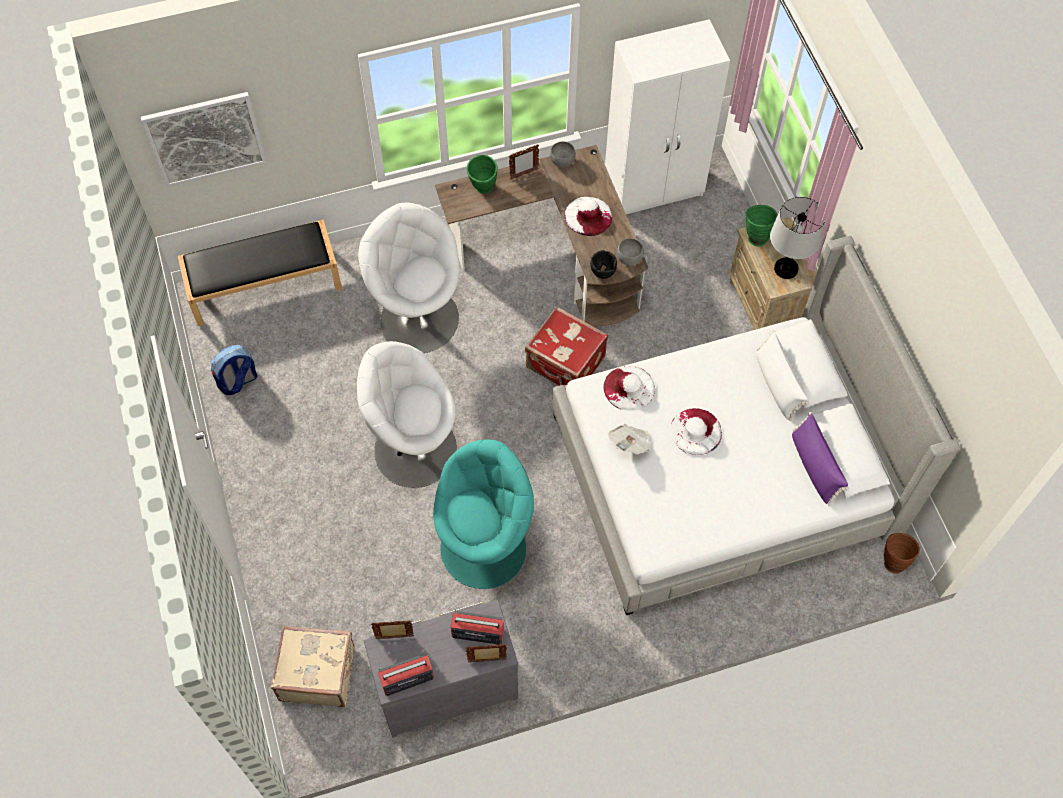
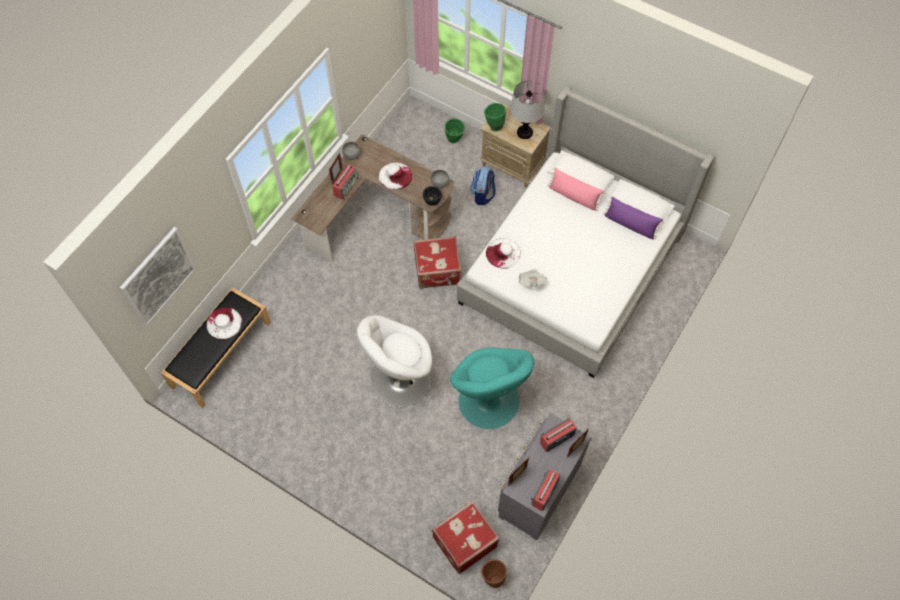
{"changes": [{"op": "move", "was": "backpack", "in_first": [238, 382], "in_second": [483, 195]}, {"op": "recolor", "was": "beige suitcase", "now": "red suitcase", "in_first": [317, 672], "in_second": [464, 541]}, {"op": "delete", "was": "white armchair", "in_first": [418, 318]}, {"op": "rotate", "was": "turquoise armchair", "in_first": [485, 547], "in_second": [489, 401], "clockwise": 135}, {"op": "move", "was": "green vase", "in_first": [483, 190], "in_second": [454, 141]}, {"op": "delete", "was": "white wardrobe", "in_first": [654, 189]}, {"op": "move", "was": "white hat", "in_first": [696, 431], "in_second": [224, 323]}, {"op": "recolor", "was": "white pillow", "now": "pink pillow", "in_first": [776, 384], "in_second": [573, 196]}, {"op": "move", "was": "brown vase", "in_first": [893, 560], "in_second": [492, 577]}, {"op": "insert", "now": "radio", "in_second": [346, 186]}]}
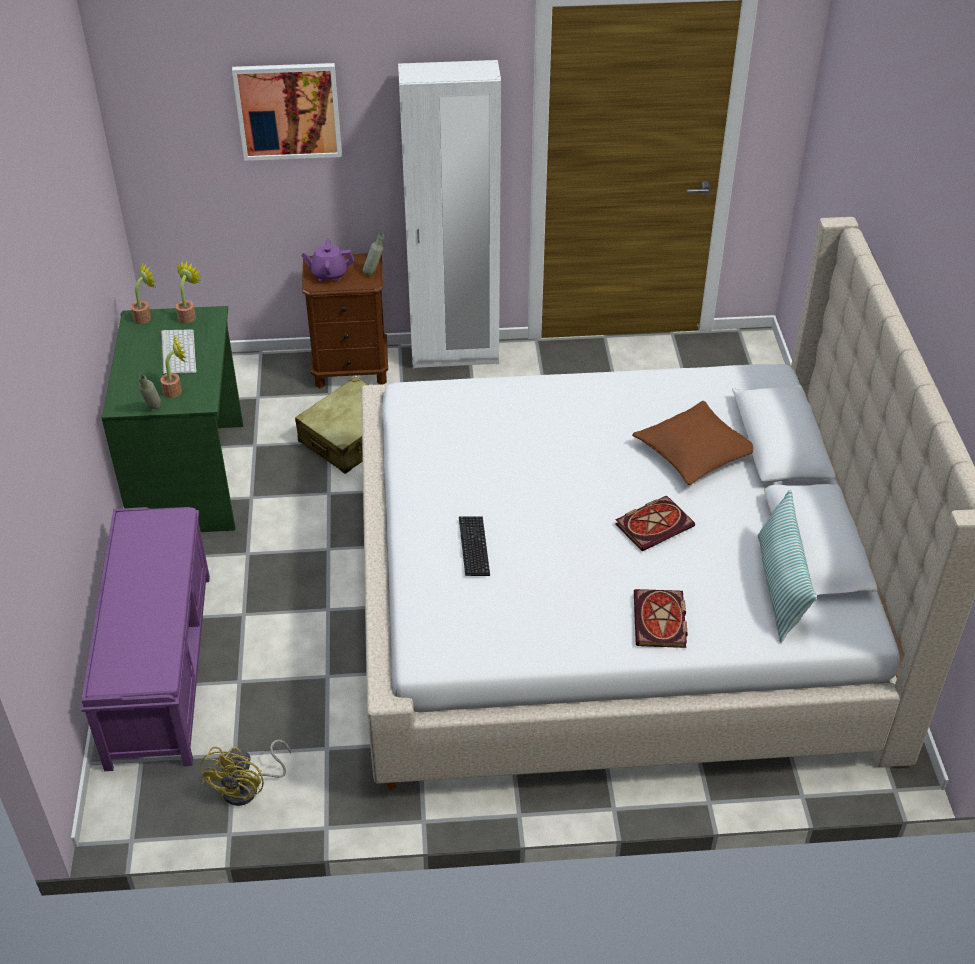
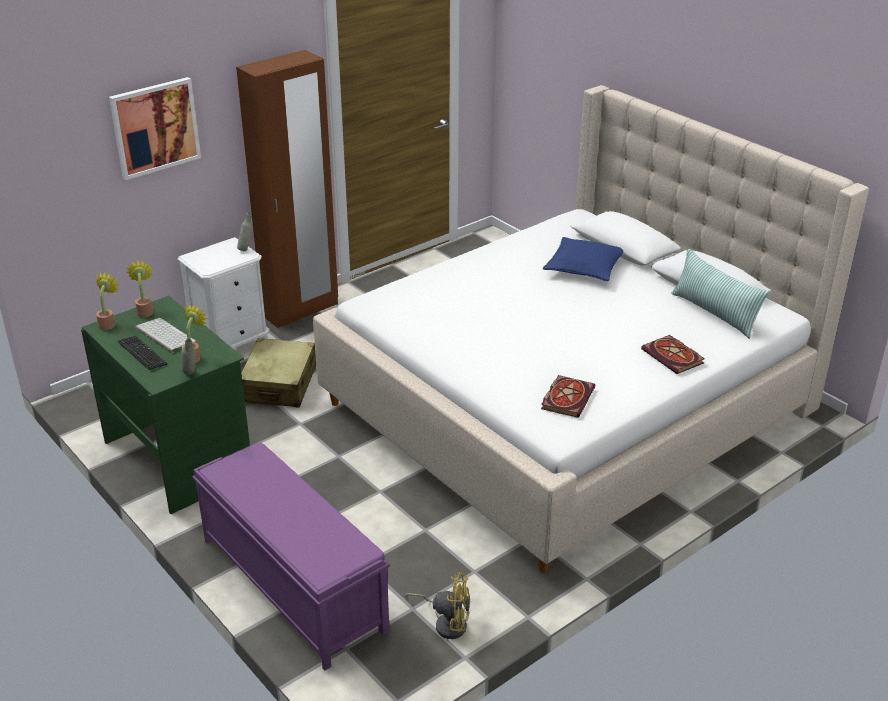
{"changes": [{"op": "rotate", "was": "yellow fan", "in_first": [248, 788], "in_second": [446, 623], "clockwise": -60}, {"op": "delete", "was": "purple teapot", "in_first": [329, 274]}, {"op": "recolor", "was": "brown nightstand", "now": "white nightstand", "in_first": [351, 369], "in_second": [232, 345]}, {"op": "recolor", "was": "white wardrobe", "now": "brown wardrobe", "in_first": [455, 356], "in_second": [301, 310]}, {"op": "move", "was": "keyboard", "in_first": [474, 547], "in_second": [142, 354]}, {"op": "move", "was": "book", "in_first": [655, 524], "in_second": [567, 397]}, {"op": "recolor", "was": "brown pillow", "now": "blue pillow", "in_first": [694, 452], "in_second": [584, 268]}]}
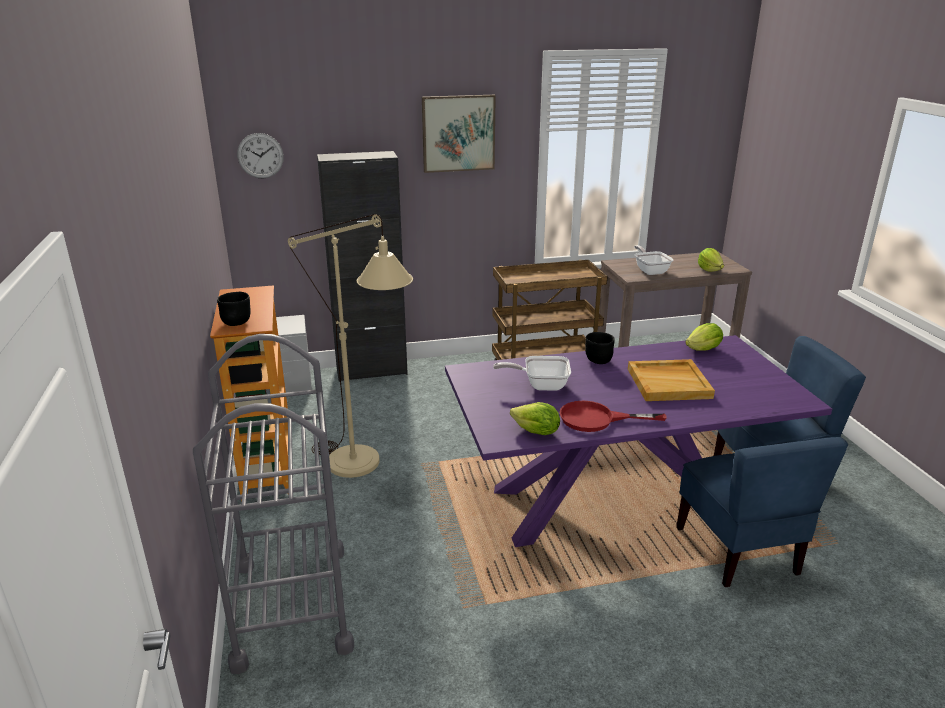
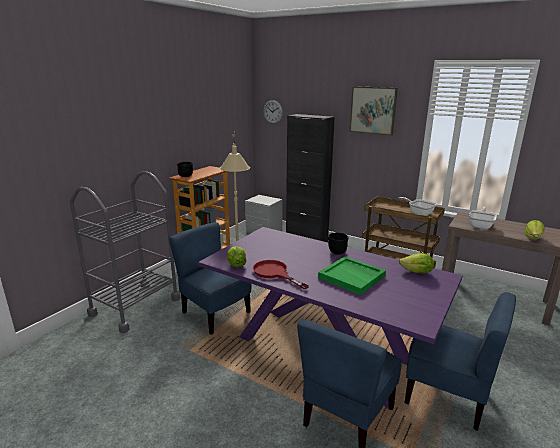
{"changes": [{"op": "move", "was": "frying pan", "in_first": [540, 385], "in_second": [418, 213]}, {"op": "recolor", "was": "beige tray", "now": "green tray", "in_first": [669, 383], "in_second": [352, 277]}, {"op": "insert", "now": "blue chair", "in_second": [215, 313]}]}
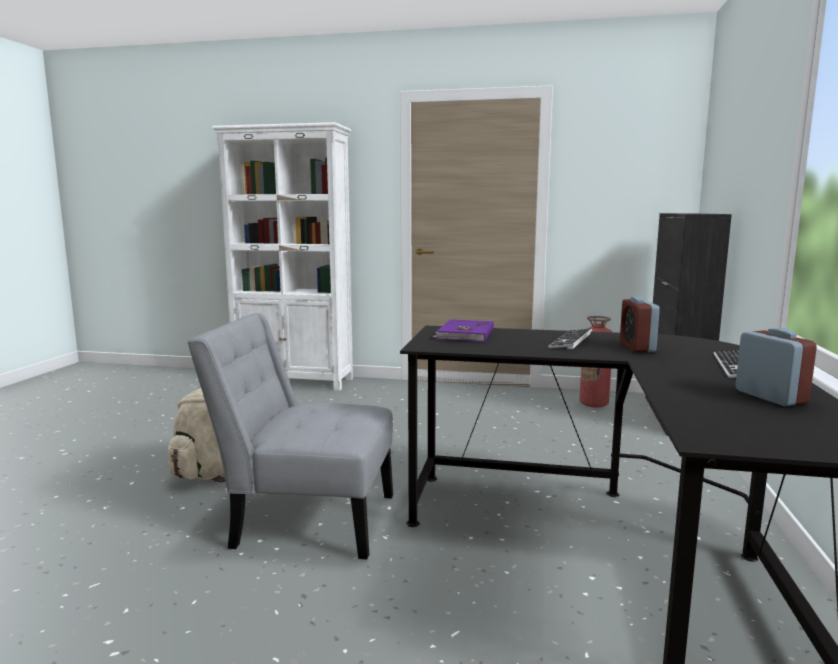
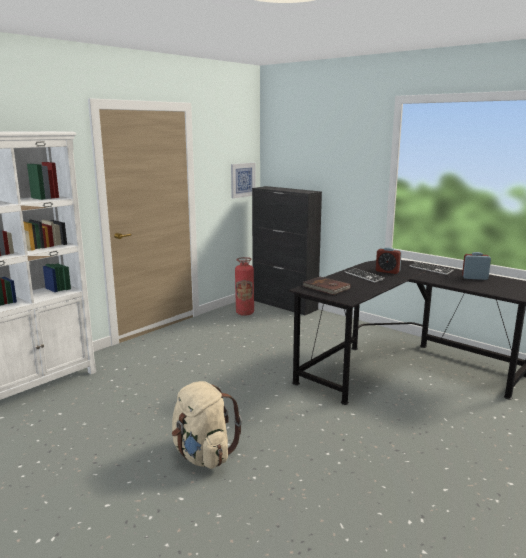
{"changes": [{"op": "delete", "was": "grey chair", "in_first": [306, 519]}, {"op": "recolor", "was": "purple book", "now": "brown book", "in_first": [464, 334], "in_second": [326, 288]}, {"op": "insert", "now": "picture", "in_second": [242, 180]}]}
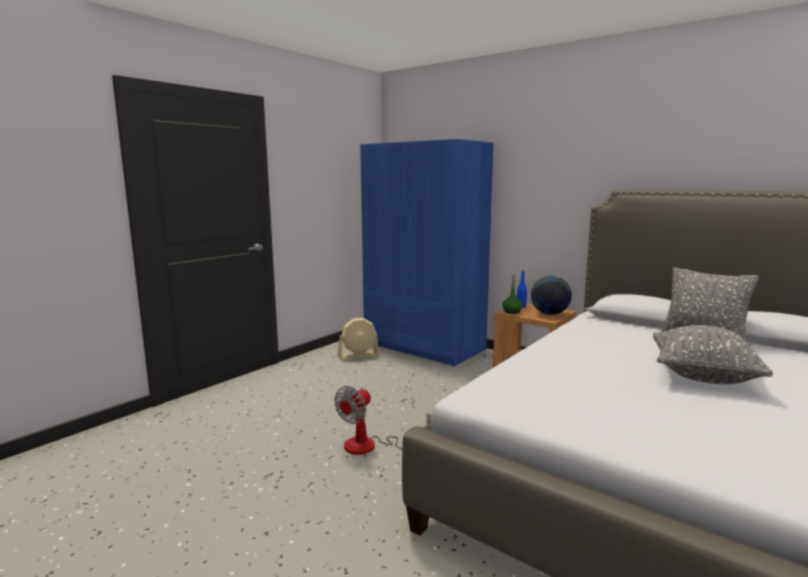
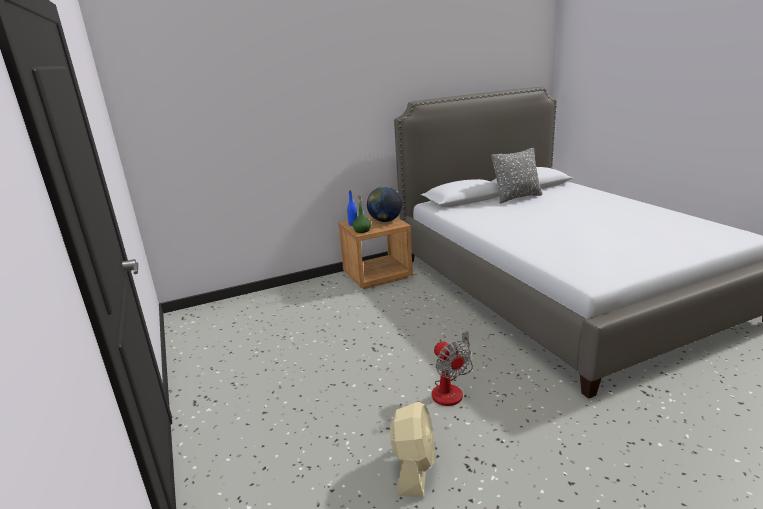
{"changes": [{"op": "move", "was": "beige fan", "in_first": [358, 356], "in_second": [414, 467]}, {"op": "delete", "was": "blue wardrobe", "in_first": [424, 346]}, {"op": "delete", "was": "grey pillow", "in_first": [702, 376]}]}
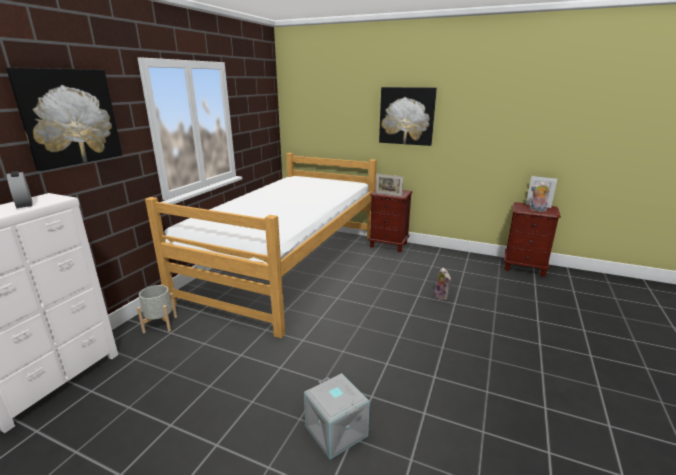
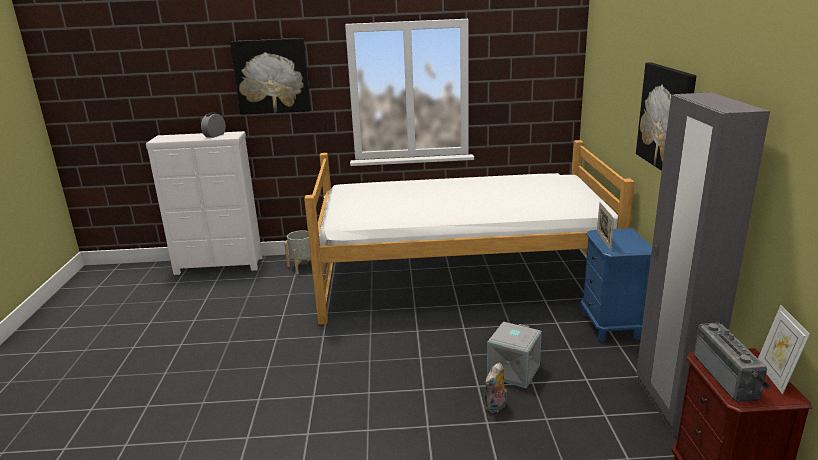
{"changes": [{"op": "move", "was": "grey storage box", "in_first": [335, 431], "in_second": [512, 370]}, {"op": "recolor", "was": "brown nightstand", "now": "blue nightstand", "in_first": [388, 245], "in_second": [610, 326]}, {"op": "replace", "was": "plush toy", "now": "radio", "in_first": [537, 210], "in_second": [729, 377]}, {"op": "insert", "now": "grey wardrobe", "in_second": [669, 406]}]}
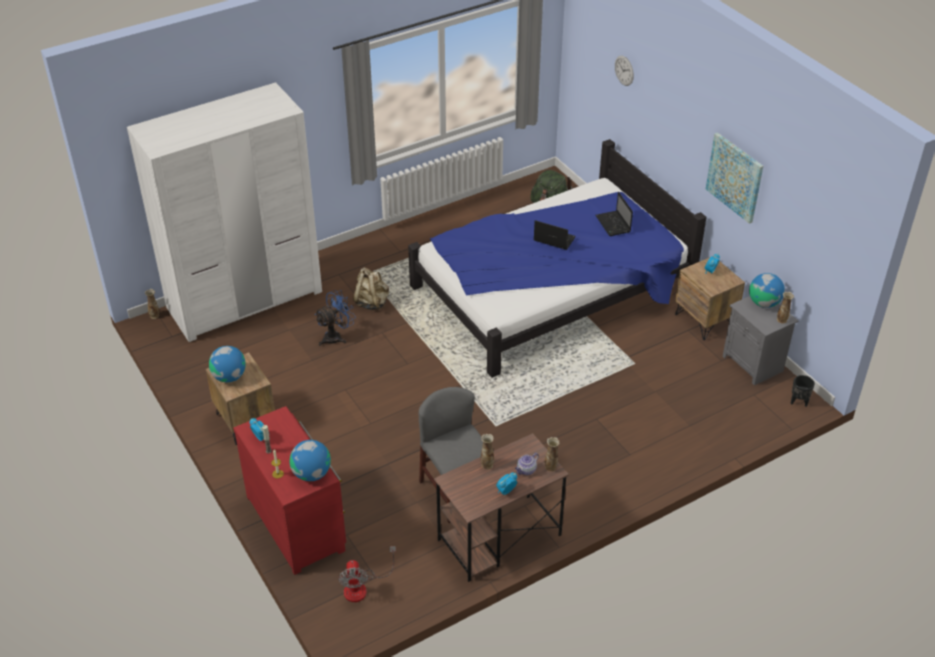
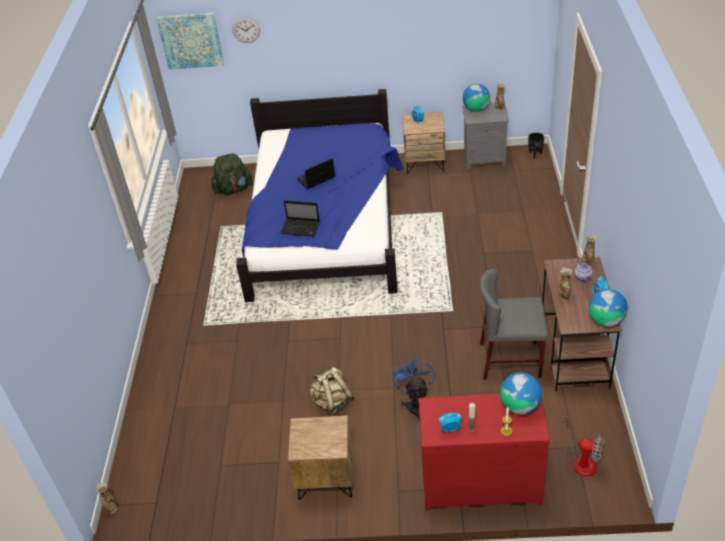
{"changes": [{"op": "delete", "was": "white wardrobe", "in_first": [245, 300]}, {"op": "move", "was": "globe", "in_first": [229, 376], "in_second": [606, 320]}, {"op": "move", "was": "blue fan", "in_first": [336, 336], "in_second": [416, 404]}, {"op": "move", "was": "beige backpack", "in_first": [372, 302], "in_second": [332, 402]}, {"op": "move", "was": "laptop", "in_first": [613, 224], "in_second": [301, 228]}, {"op": "move", "was": "picture", "in_first": [735, 177], "in_second": [191, 40]}]}
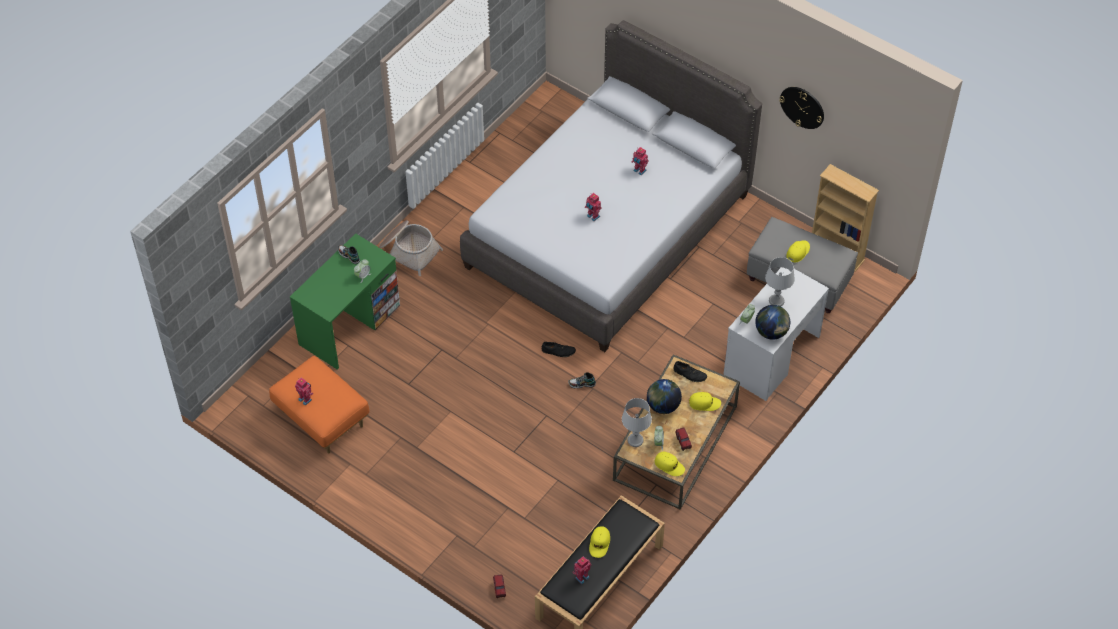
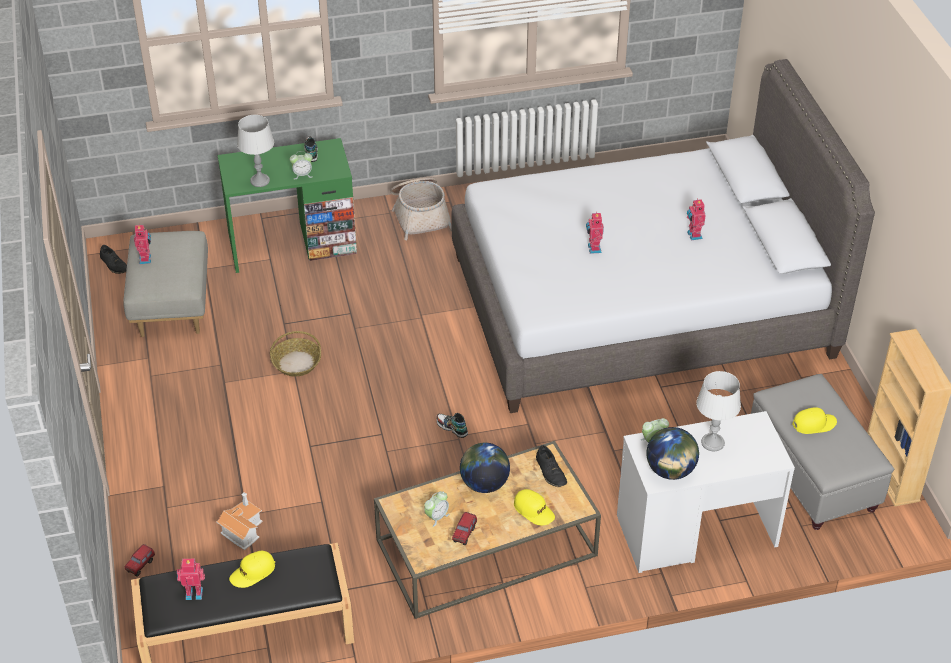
{"changes": [{"op": "recolor", "was": "orange ottoman", "now": "grey ottoman", "in_first": [321, 419], "in_second": [171, 305]}, {"op": "move", "was": "black shoe", "in_first": [558, 351], "in_second": [114, 264]}, {"op": "move", "was": "grey table lamp", "in_first": [635, 440], "in_second": [259, 181]}, {"op": "delete", "was": "yellow cap", "in_first": [669, 465]}, {"op": "delete", "was": "wall clock", "in_first": [802, 107]}, {"op": "insert", "now": "toy house", "in_second": [242, 529]}, {"op": "insert", "now": "basket", "in_second": [297, 363]}]}
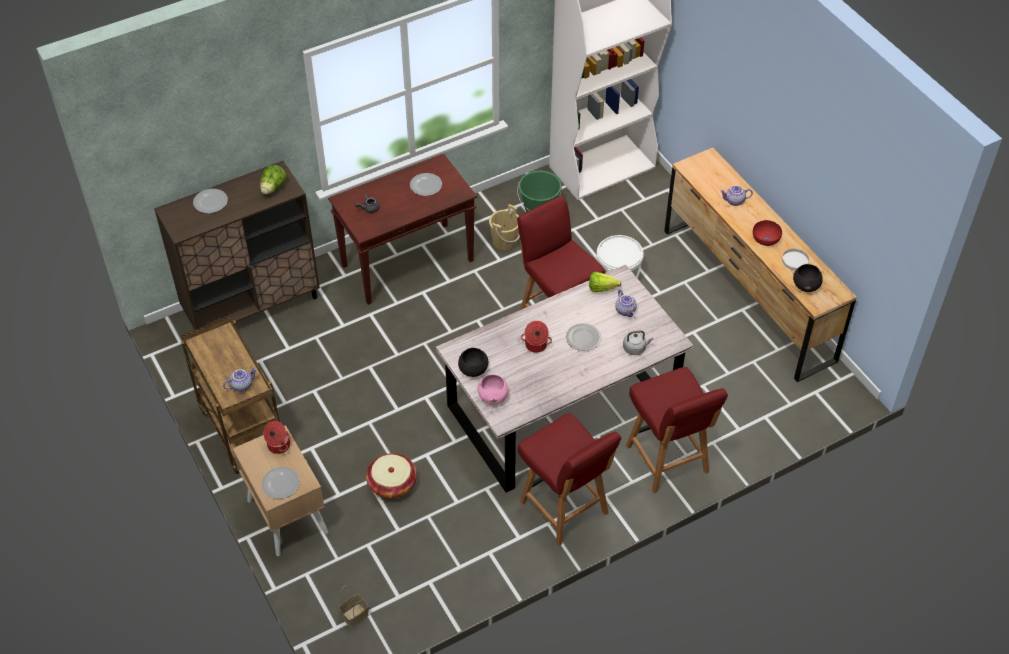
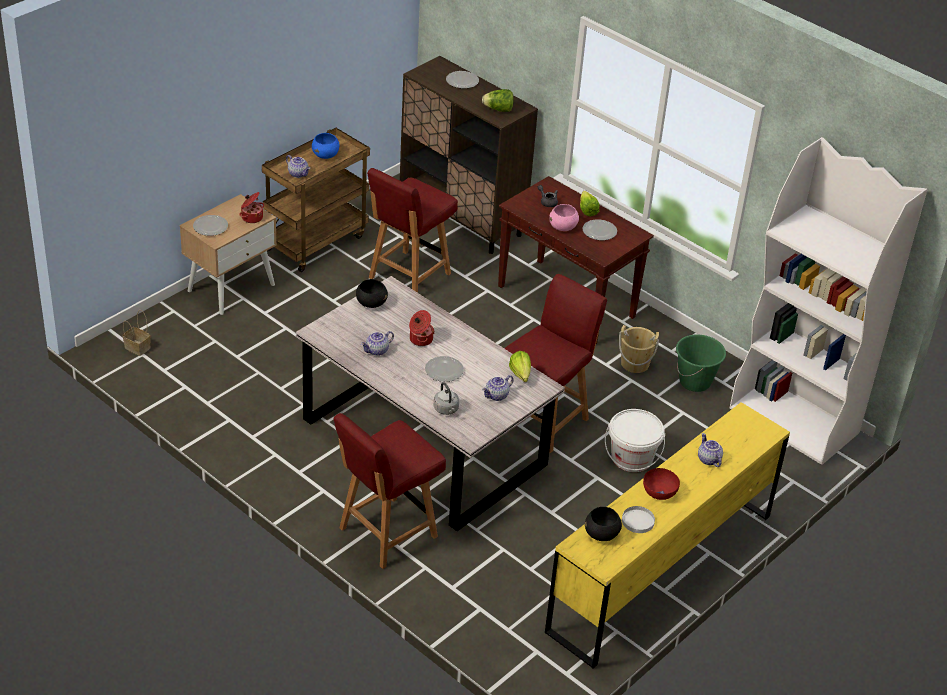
{"changes": [{"op": "delete", "was": "basket", "in_first": [392, 484]}, {"op": "move", "was": "pink bowl", "in_first": [493, 396], "in_second": [563, 227]}, {"op": "move", "was": "red chair", "in_first": [565, 509], "in_second": [408, 277]}, {"op": "recolor", "was": "brown dresser", "now": "yellow dresser", "in_first": [747, 294], "in_second": [661, 572]}, {"op": "insert", "now": "blue bowl", "in_second": [326, 155]}, {"op": "insert", "now": "teapot", "in_second": [377, 351]}, {"op": "insert", "now": "lettuce", "in_second": [587, 209]}]}
